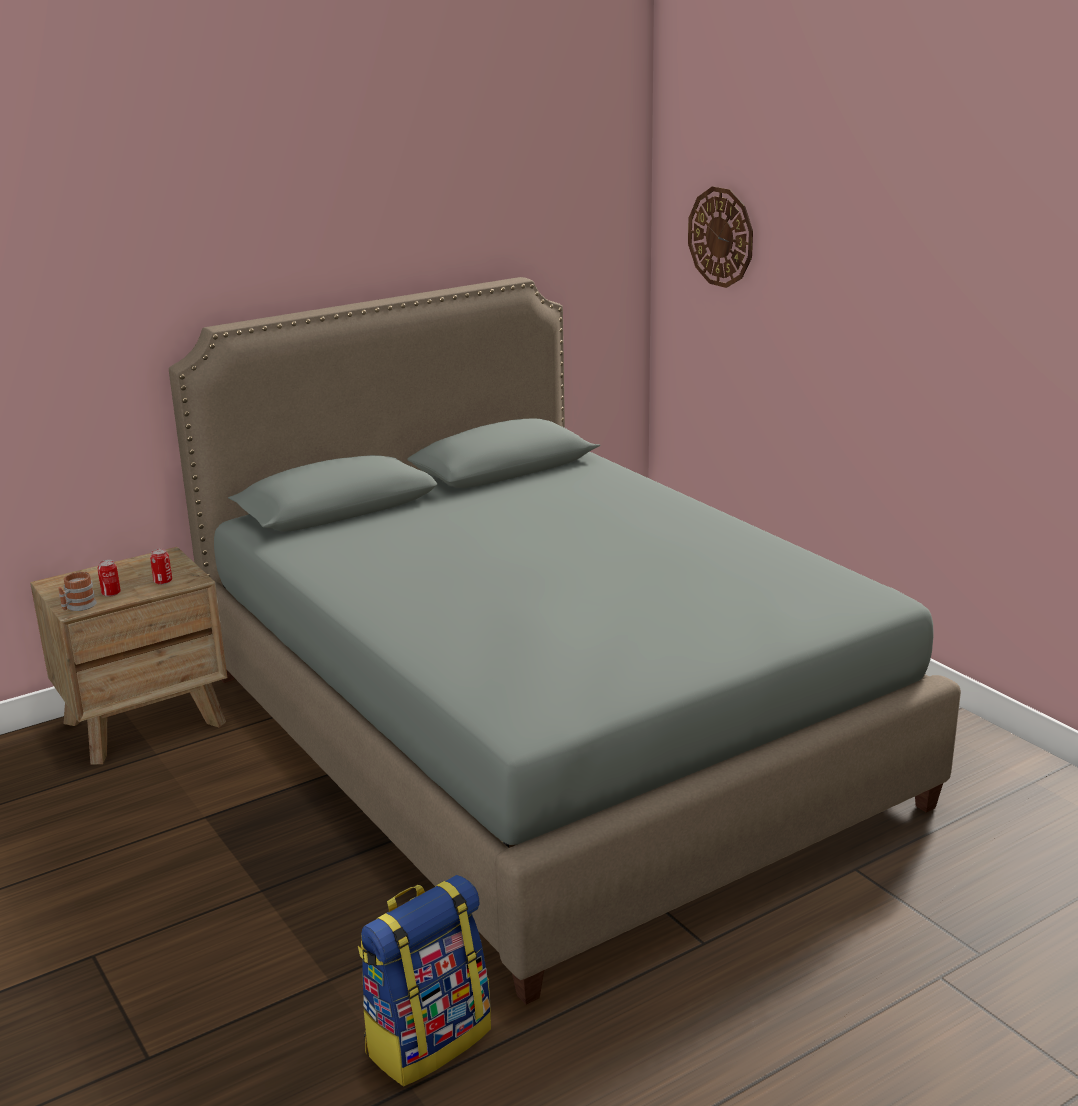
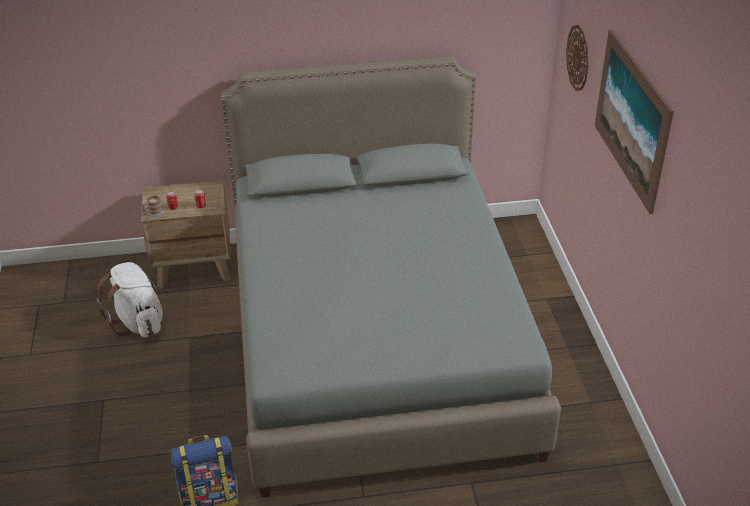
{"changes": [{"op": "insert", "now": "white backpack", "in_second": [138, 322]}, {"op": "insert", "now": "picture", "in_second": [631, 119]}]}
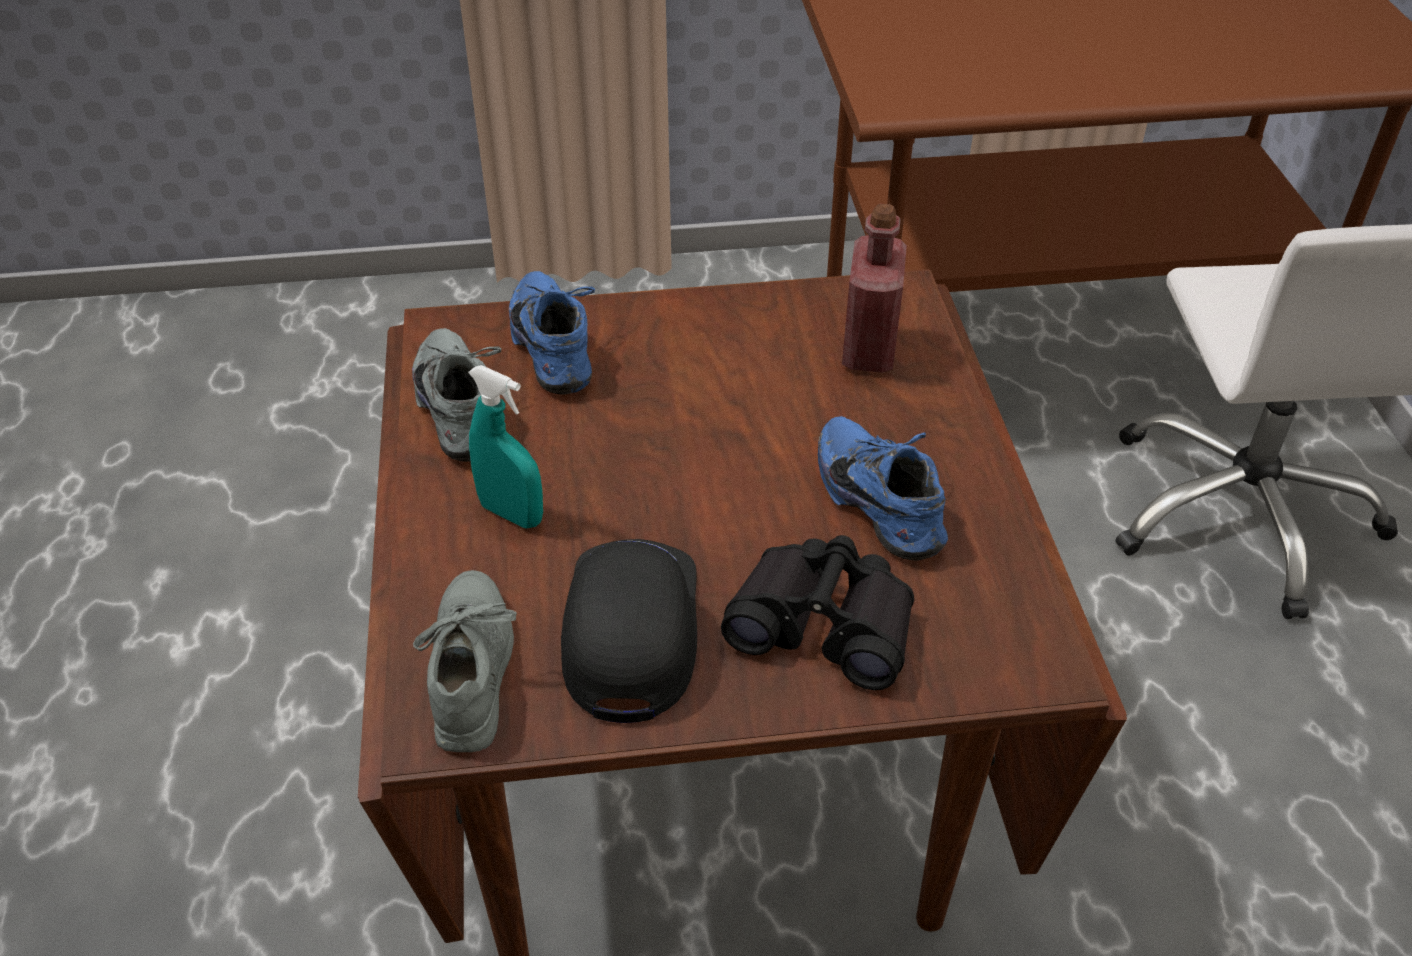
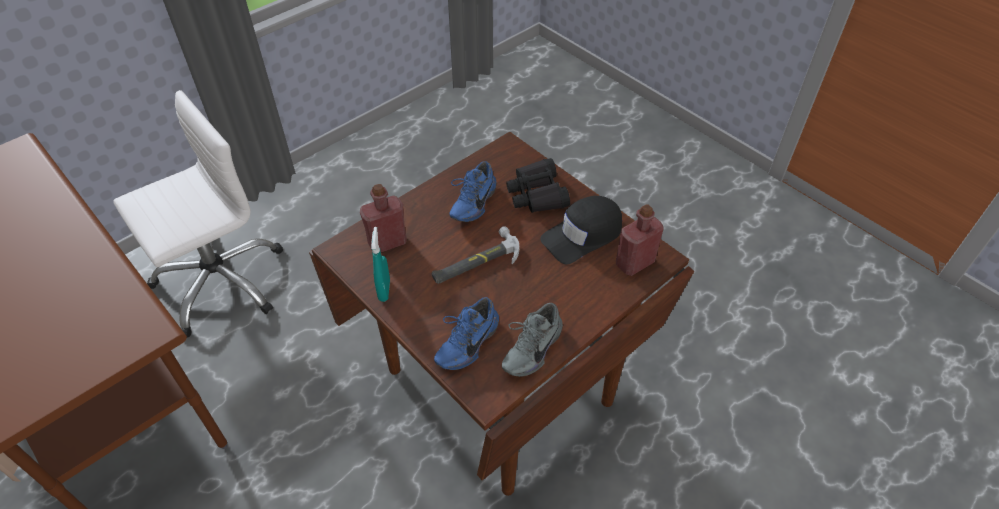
{"changes": [{"op": "replace", "was": "grey shoe", "now": "red bottle", "in_first": [473, 668], "in_second": [634, 263]}, {"op": "move", "was": "turquoise spray bottle", "in_first": [511, 513], "in_second": [384, 290]}, {"op": "insert", "now": "hammer", "in_second": [476, 262]}]}
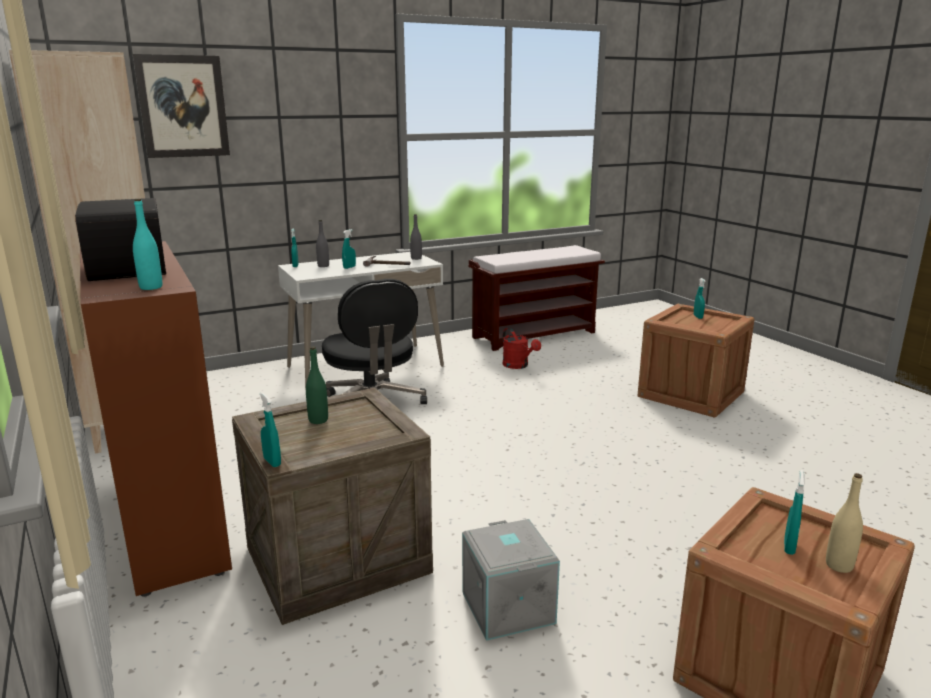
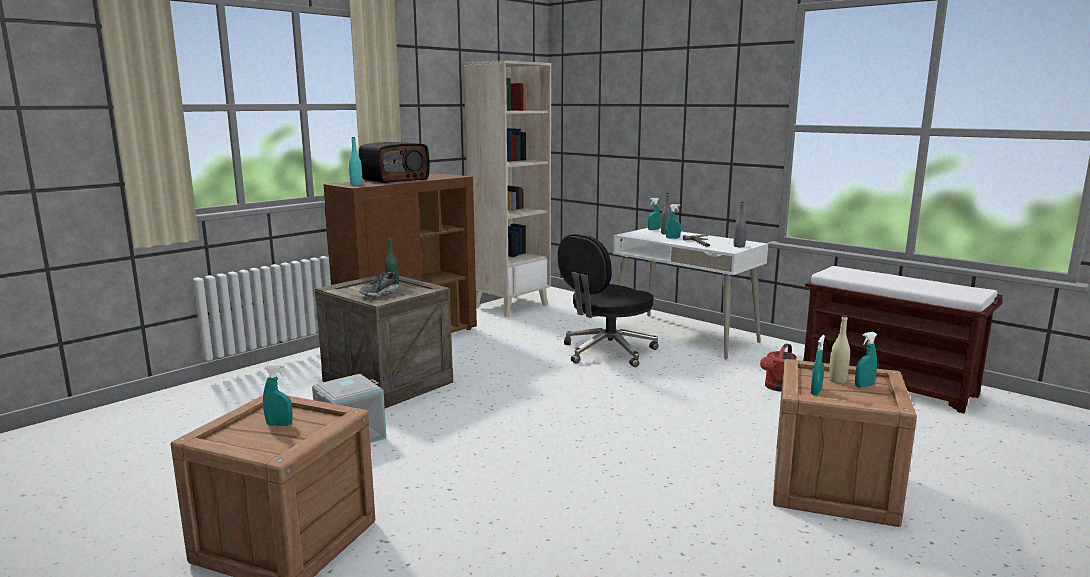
{"changes": [{"op": "delete", "was": "picture", "in_first": [183, 106]}, {"op": "move", "was": "turquoise spray bottle", "in_first": [272, 462], "in_second": [816, 392]}, {"op": "move", "was": "beige bottle", "in_first": [839, 565], "in_second": [837, 380]}, {"op": "insert", "now": "shoe", "in_second": [379, 293]}]}
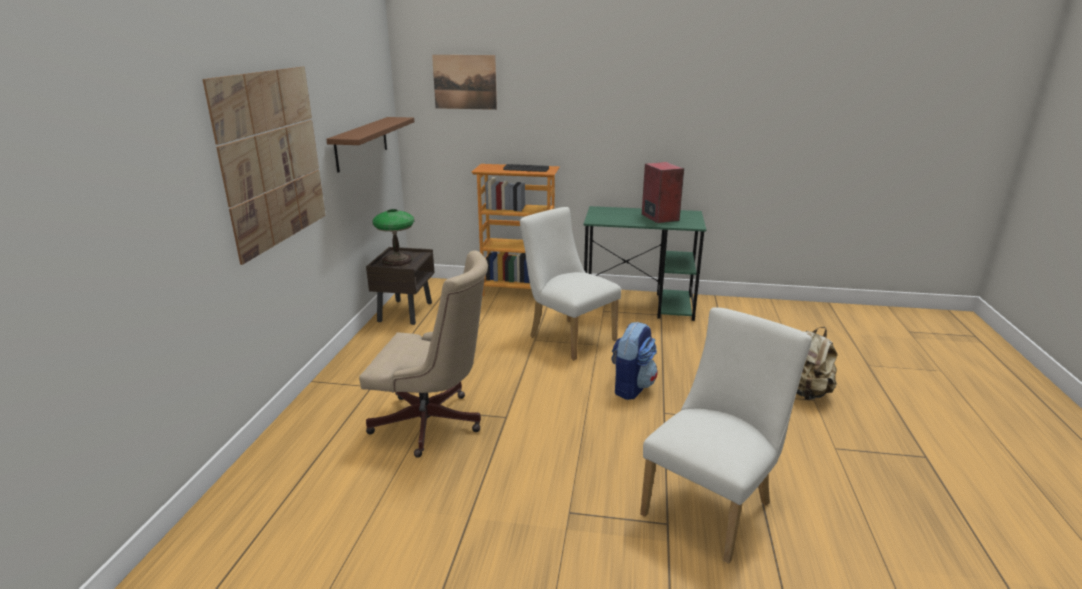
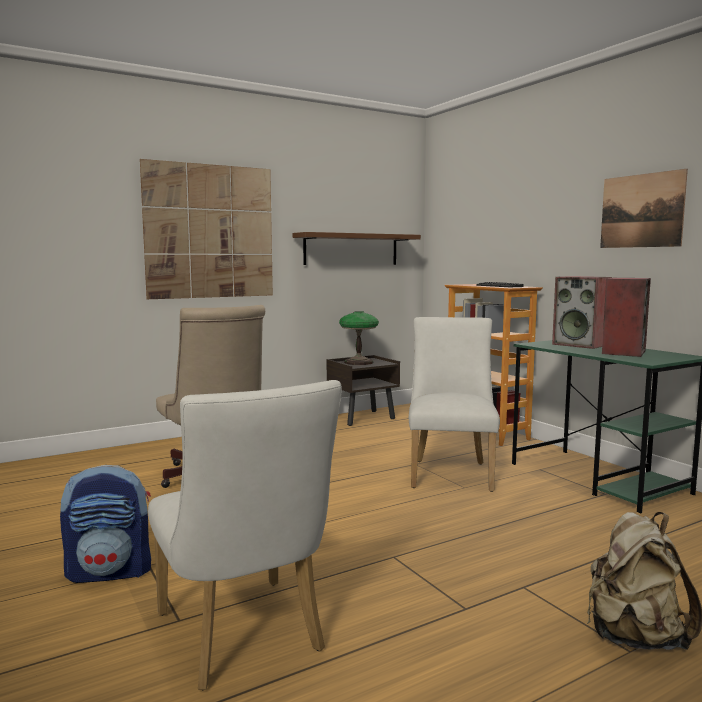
{"changes": [{"op": "move", "was": "picture", "in_first": [465, 82], "in_second": [641, 211]}, {"op": "move", "was": "backpack", "in_first": [631, 387], "in_second": [111, 572]}, {"op": "rotate", "was": "white chair", "in_first": [712, 505], "in_second": [244, 638], "clockwise": 60}, {"op": "insert", "now": "speaker", "in_second": [580, 345]}]}
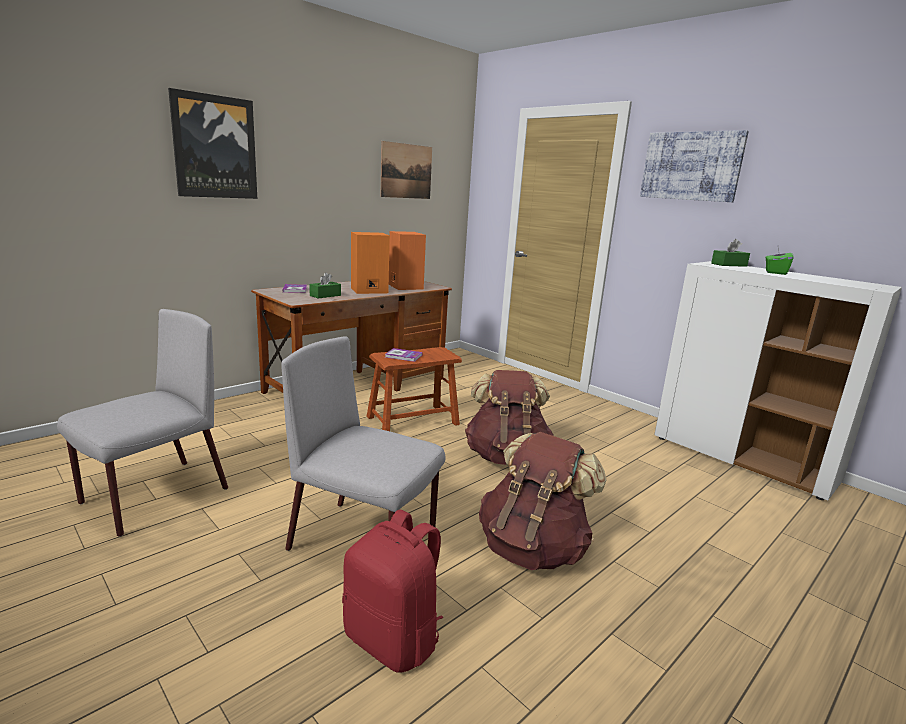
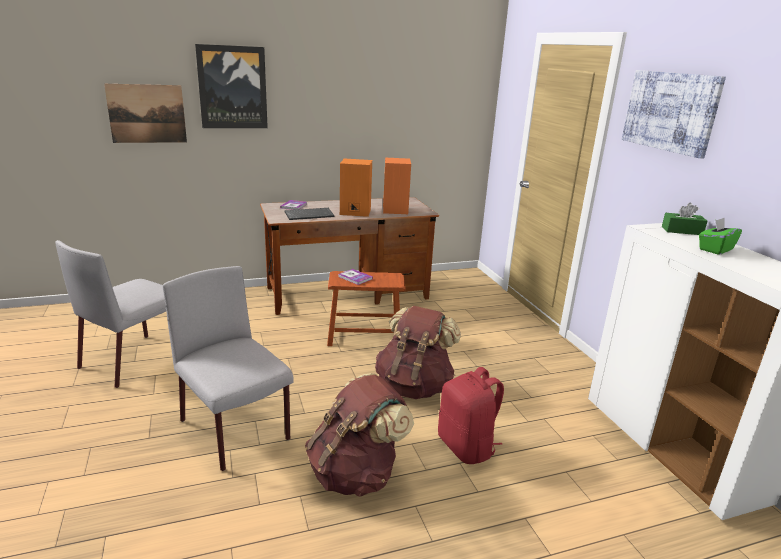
{"changes": [{"op": "rotate", "was": "grey chair", "in_first": [153, 497], "in_second": [134, 359], "clockwise": 150}, {"op": "replace", "was": "green tissue box", "now": "keyboard", "in_first": [325, 295], "in_second": [309, 215]}, {"op": "move", "was": "red backpack", "in_first": [393, 639], "in_second": [467, 447]}, {"op": "move", "was": "picture", "in_first": [406, 171], "in_second": [147, 114]}]}
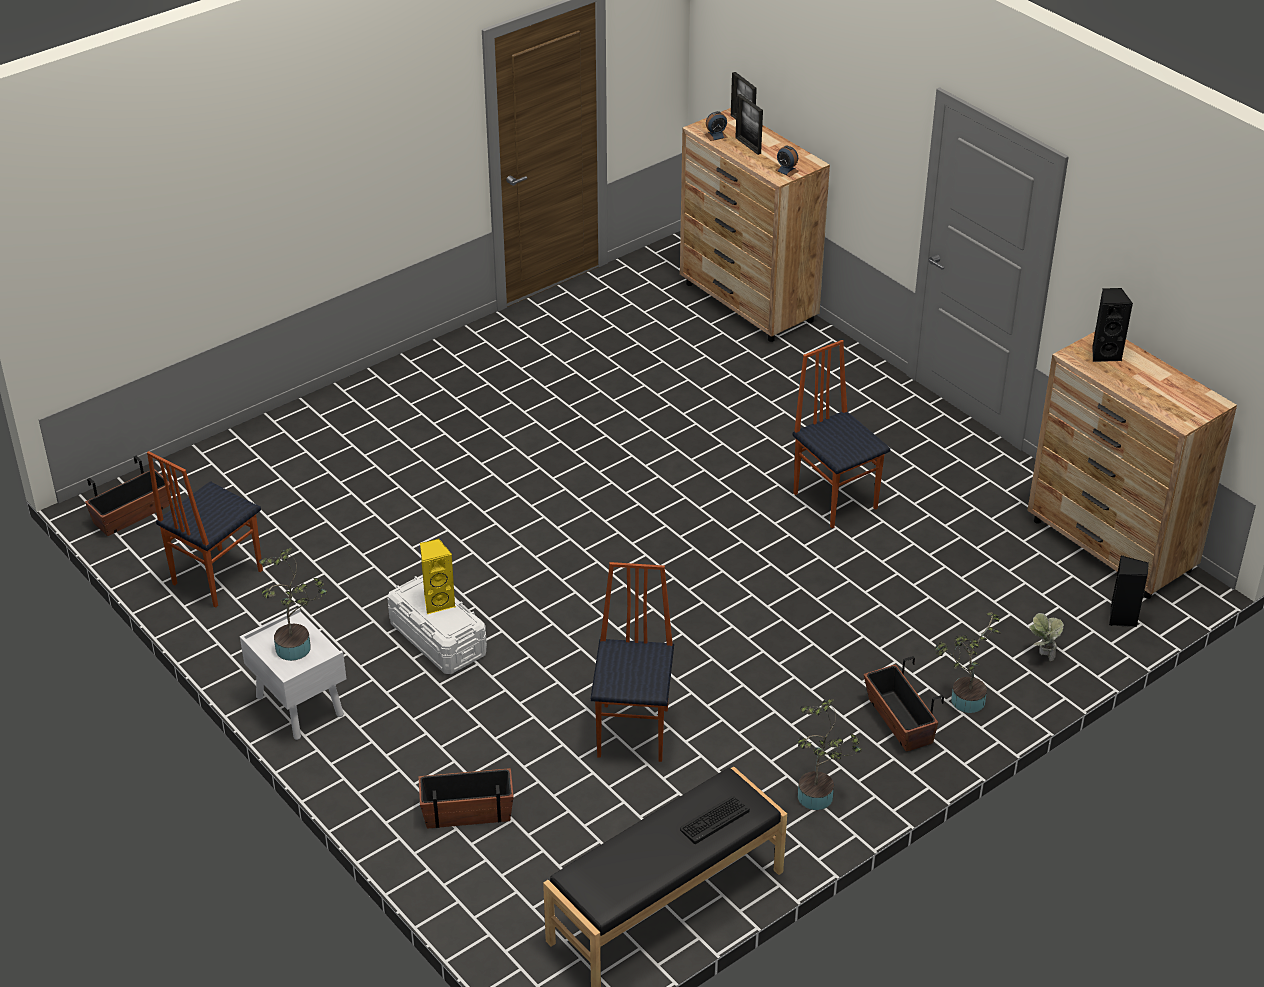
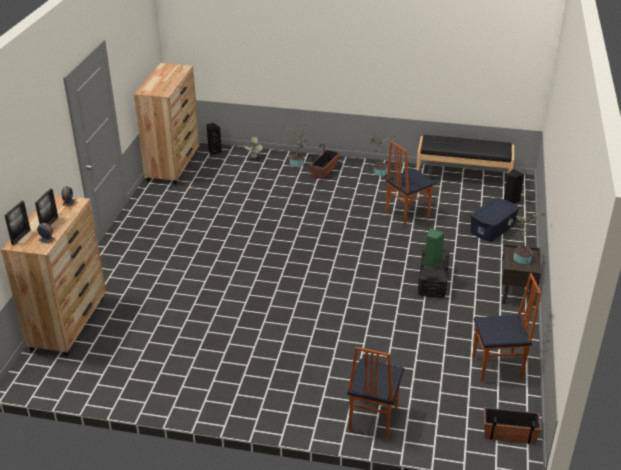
{"changes": [{"op": "recolor", "was": "white nightstand", "now": "brown nightstand", "in_first": [298, 705], "in_second": [516, 293]}, {"op": "recolor", "was": "white storage box", "now": "black storage box", "in_first": [438, 639], "in_second": [433, 281]}, {"op": "replace", "was": "planter", "now": "blue storage box", "in_first": [467, 812], "in_second": [492, 228]}, {"op": "recolor", "was": "yellow speaker", "now": "green speaker", "in_first": [438, 602], "in_second": [431, 264]}, {"op": "move", "was": "chair", "in_first": [835, 500], "in_second": [372, 420]}, {"op": "move", "was": "black speaker", "in_first": [1105, 354], "in_second": [510, 201]}]}
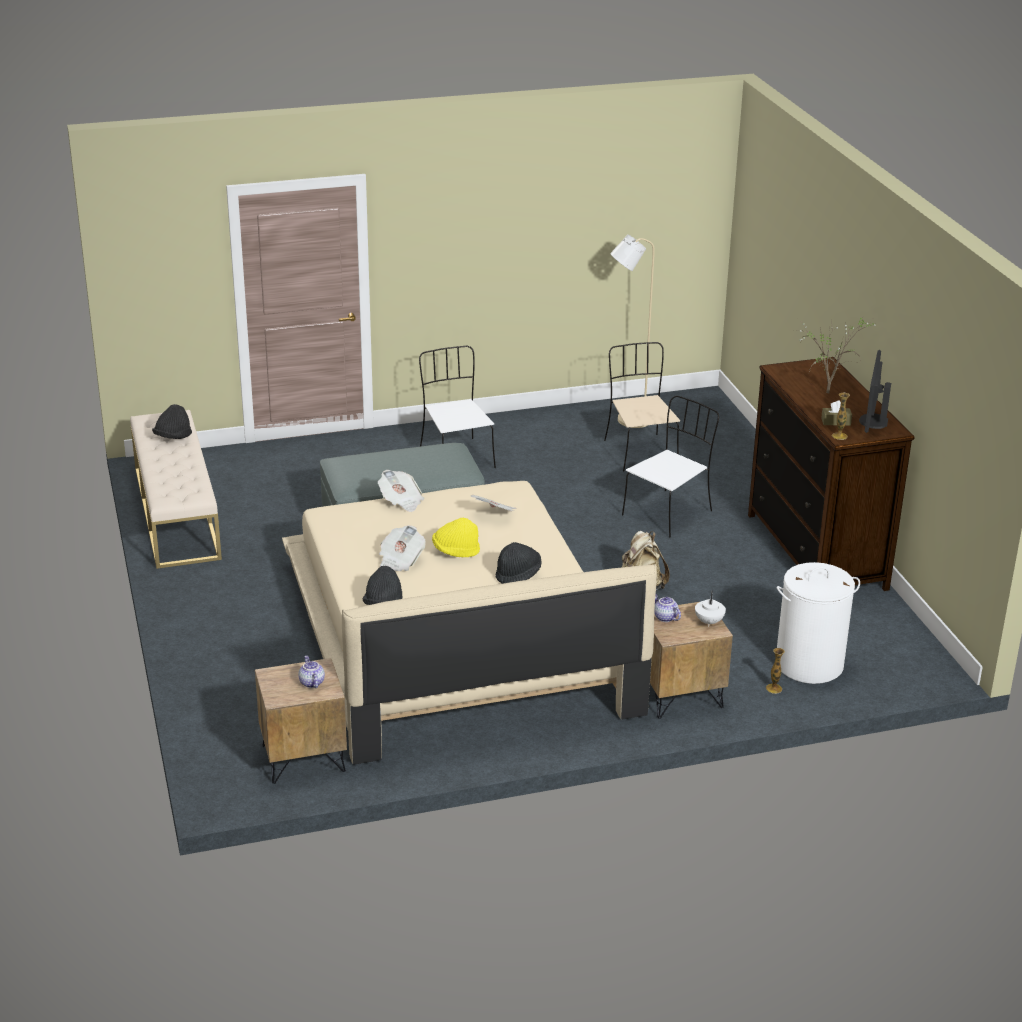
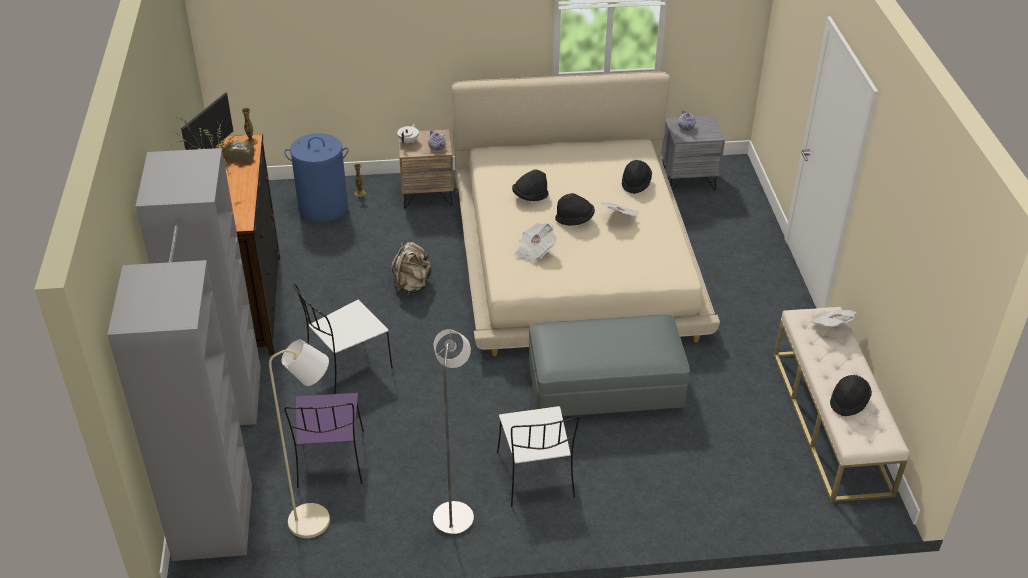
{"changes": [{"op": "recolor", "was": "brown nightstand", "now": "grey nightstand", "in_first": [303, 759], "in_second": [688, 179]}, {"op": "move", "was": "newspaper", "in_first": [401, 501], "in_second": [830, 325]}, {"op": "recolor", "was": "yellow hat", "now": "black hat", "in_first": [455, 551], "in_second": [574, 219]}, {"op": "recolor", "was": "beige chair", "now": "purple chair", "in_first": [639, 452], "in_second": [331, 461]}, {"op": "recolor", "was": "white laundry basket", "now": "blue laundry basket", "in_first": [809, 664], "in_second": [323, 207]}, {"op": "insert", "now": "grey wardrobe", "in_second": [220, 455]}, {"op": "insert", "now": "grey floor lamp", "in_second": [454, 512]}]}
